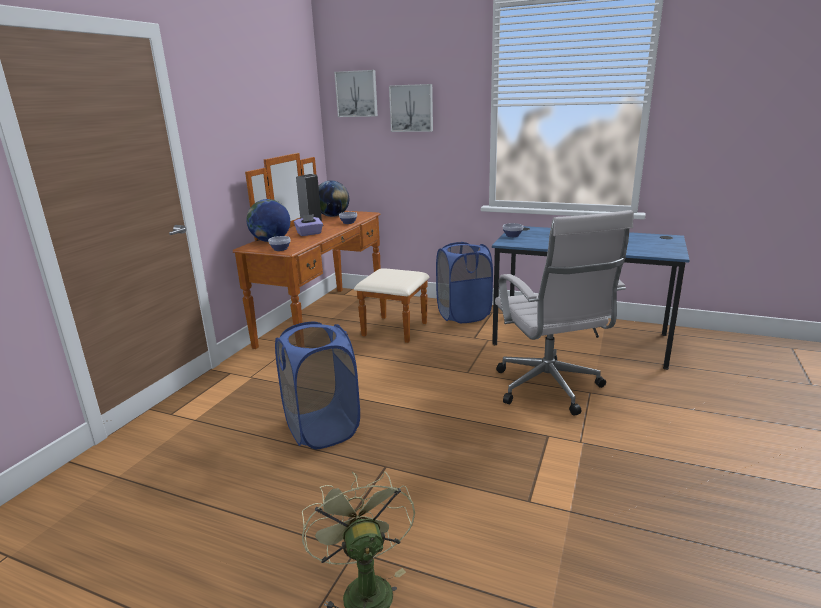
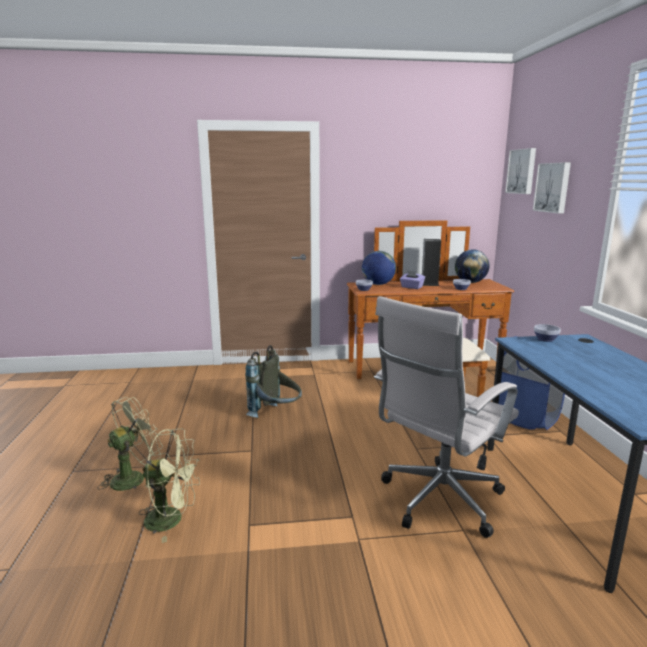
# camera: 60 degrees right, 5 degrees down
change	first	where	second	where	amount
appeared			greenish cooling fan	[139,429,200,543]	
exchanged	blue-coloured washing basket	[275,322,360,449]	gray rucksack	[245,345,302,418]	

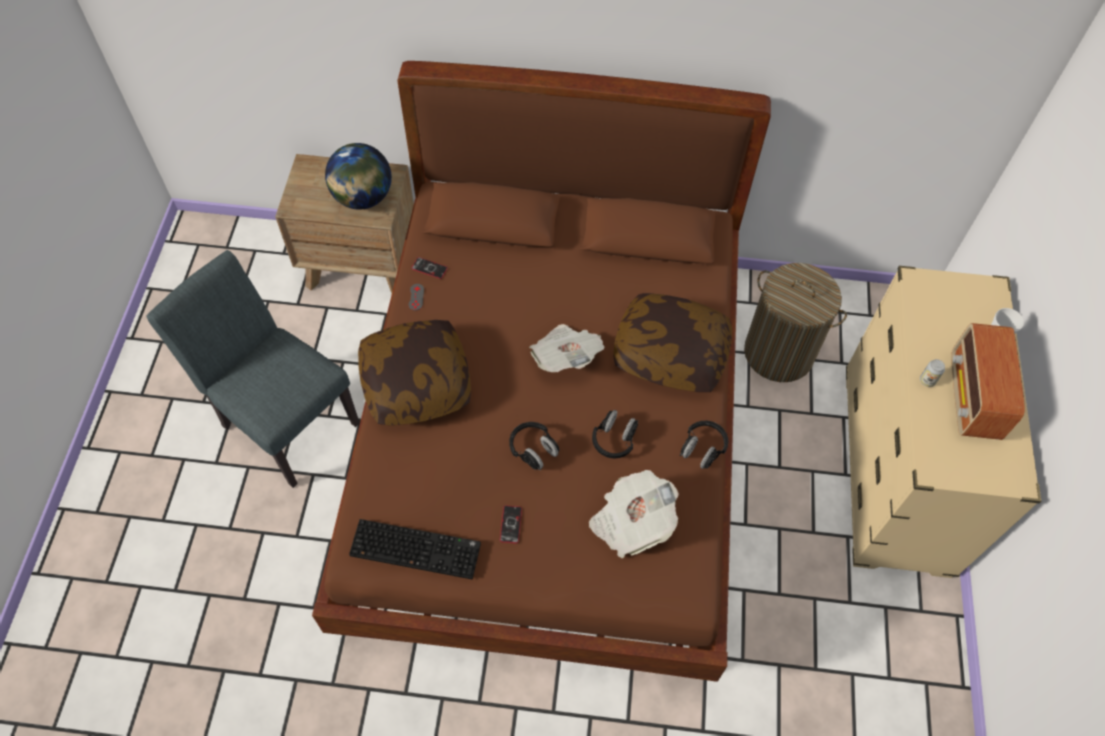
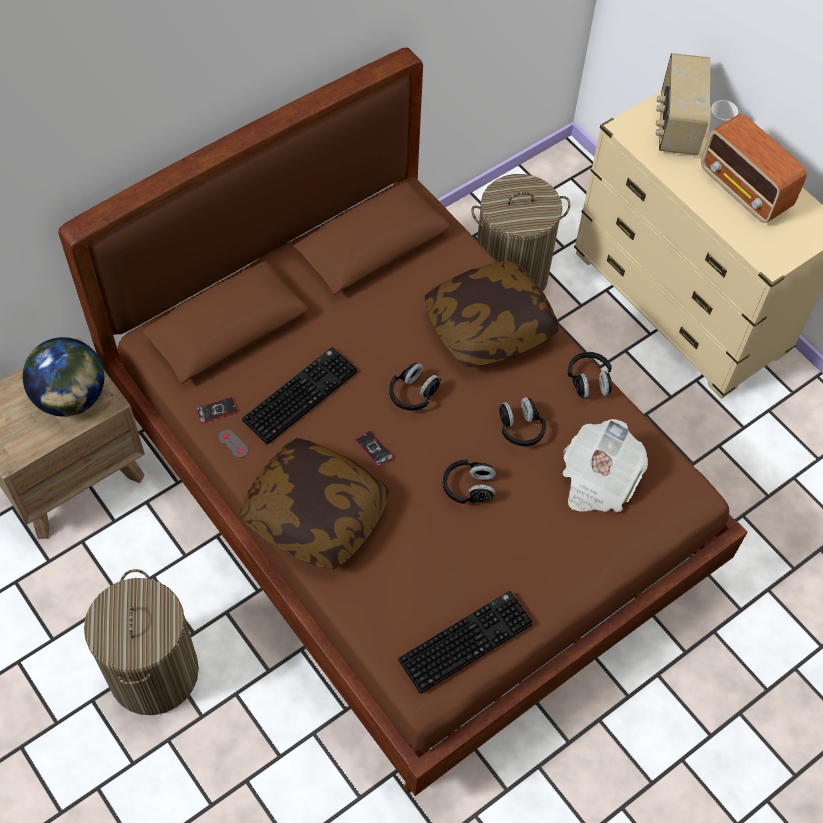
# camera: 45 degrees left, 0 degrees up
change	first	where	second	where	amount
missing	sealed can	[920,359,945,387]			
appeared			computer keyboard	[242,347,357,444]	
appeared			radio set	[655,53,710,155]	
relocated	phone	[500,505,522,544]		[355,431,393,467]	
exchanged	gray upright chair	[146,250,360,488]	washing basket	[84,569,199,715]	
exchanged	newspaper	[529,324,605,372]	blackish headphones	[389,363,442,411]	

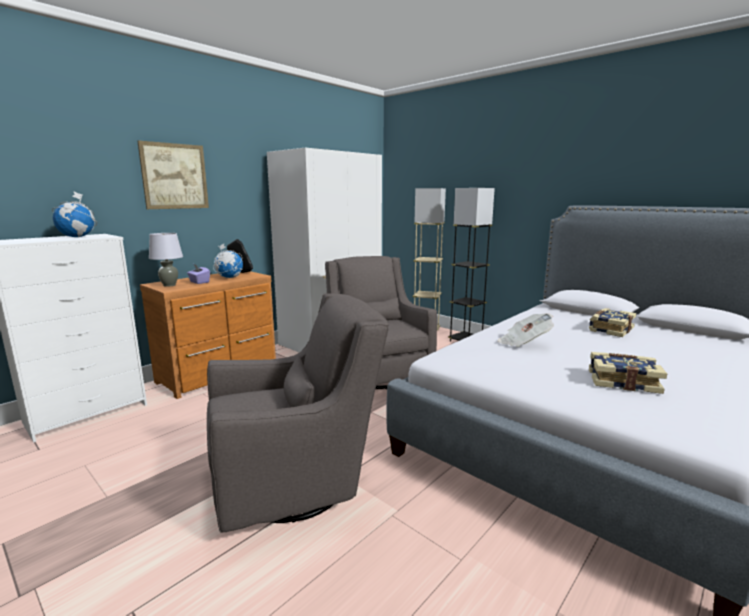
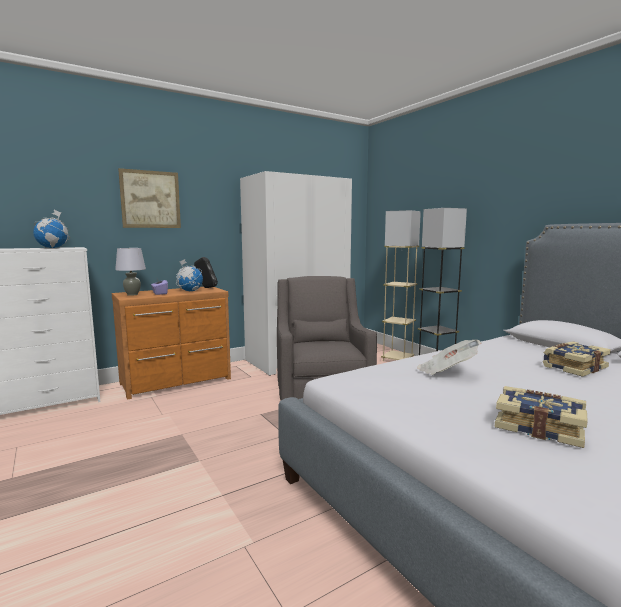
# camera: 15 degrees right, 5 degrees down
change	first	where	second	where	amount
missing	gray easy chair	[207,293,389,533]			

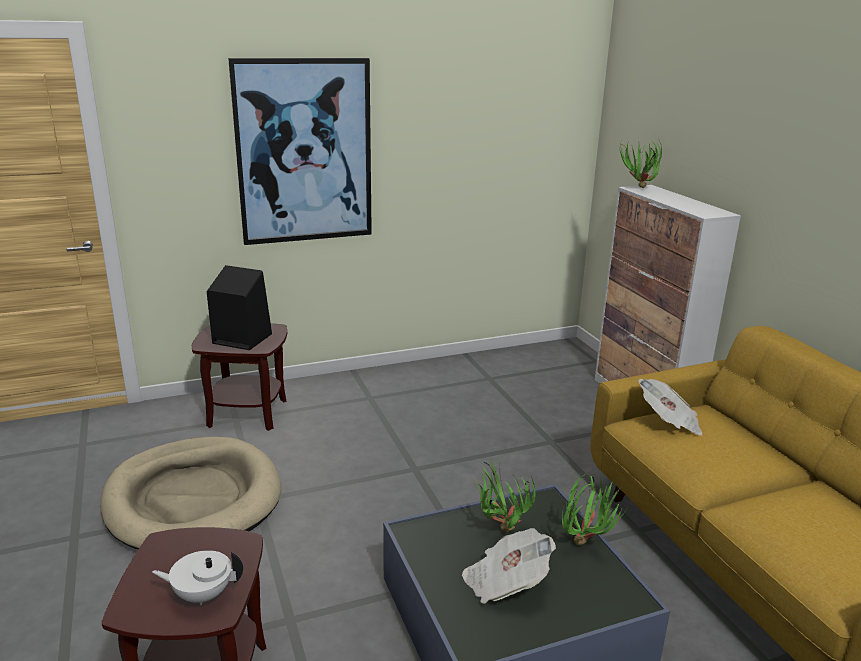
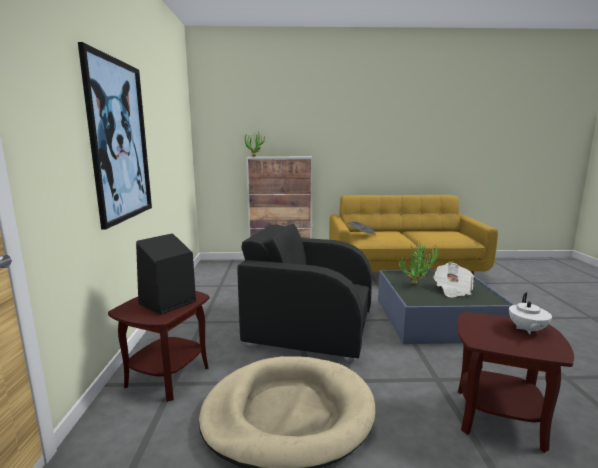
# camera: 70 degrees left, 10 degrees down
change	first	where	second	where	amount
appeared			blackish easy chair	[237,224,372,362]	

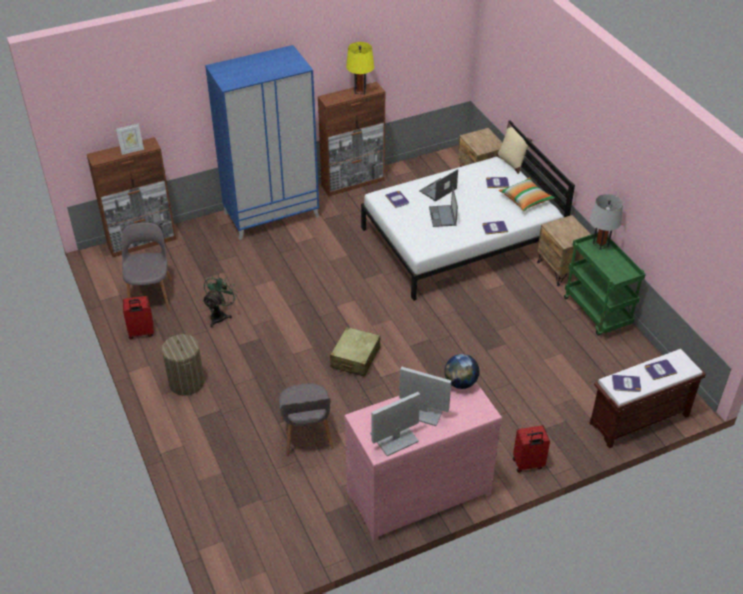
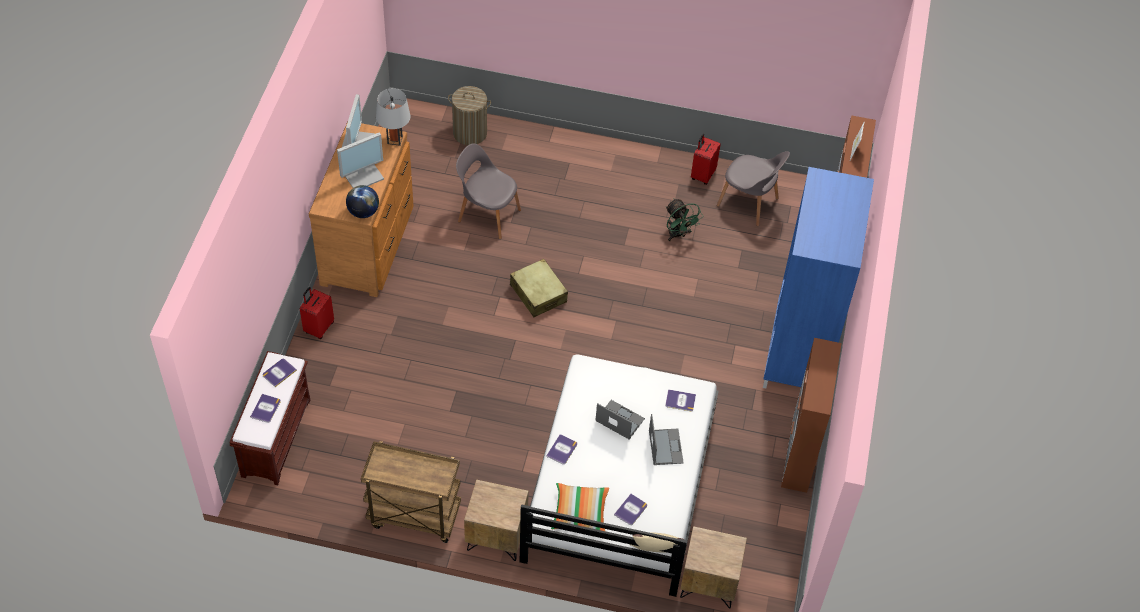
# camera: 125 degrees right, 10 degrees up
change	first	where	second	where	amount
missing	yellow lamp for a table	[346,42,374,94]			
relocated	washing basket	[162,334,204,396]		[448,86,491,145]	
relocated	gray lamp for a table	[590,194,623,250]		[376,88,410,146]	
colour	pinkish dresser	[344,382,502,541]	brown-coloured dresser	[309,122,414,297]	
colour	greenish wheeled cart	[564,233,646,336]	brown-coloured wheeled cart	[361,441,461,543]	

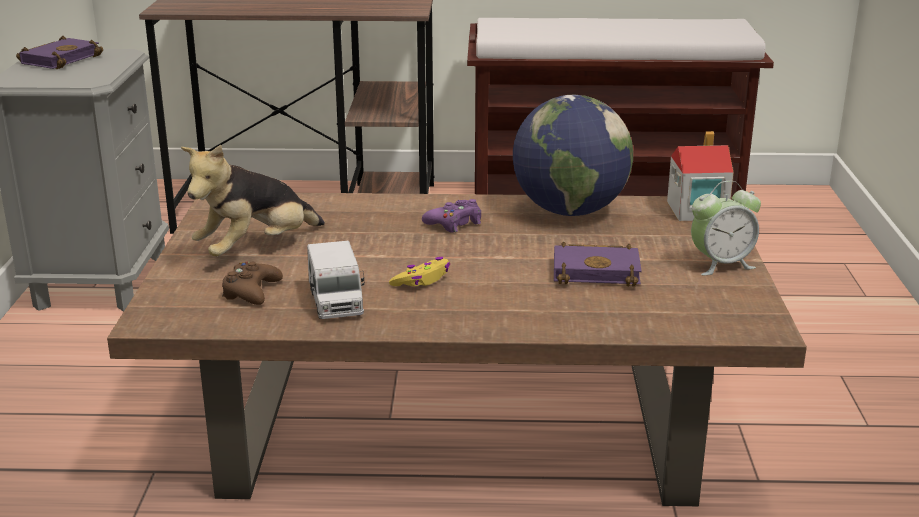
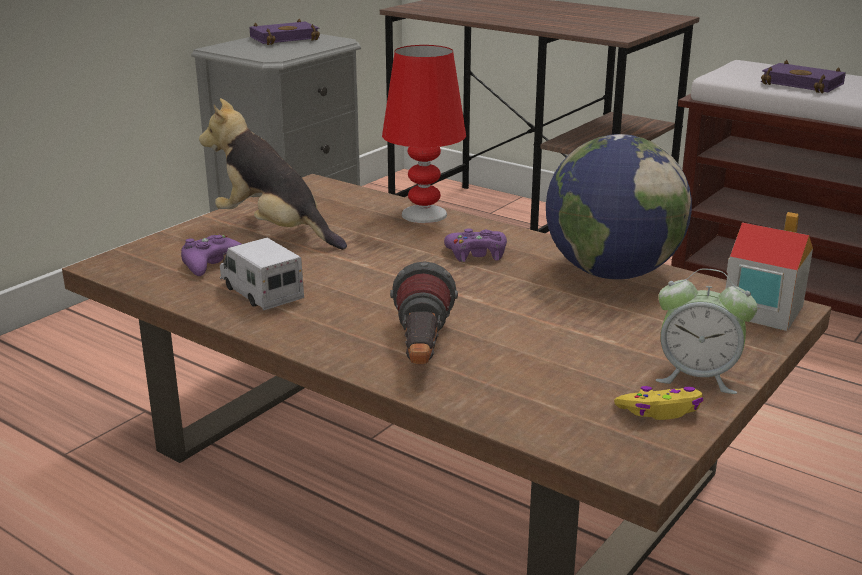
# camera: 35 degrees right, 0 degrees up
change	first	where	second	where	amount
appeared			red lamp for a table	[382,45,466,223]	
appeared			hand torch	[390,261,458,364]	
relocated	yellow game controller	[389,257,450,286]		[614,386,703,420]	
relocated	purple-coloured bound book	[554,241,642,287]		[761,60,846,93]	
colour	brown-coloured game controller	[222,262,283,305]	purple-coloured game controller	[181,234,241,276]	
spun	soft toy	[181,145,325,256]		[199,98,347,250]	45 degrees clockwise
spun	model truck	[307,241,365,319]		[220,238,304,310]	120 degrees clockwise

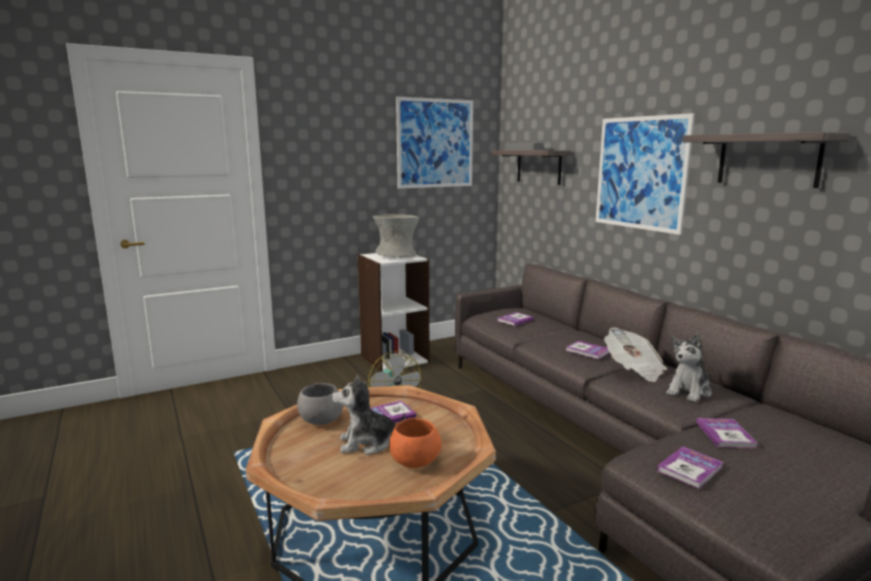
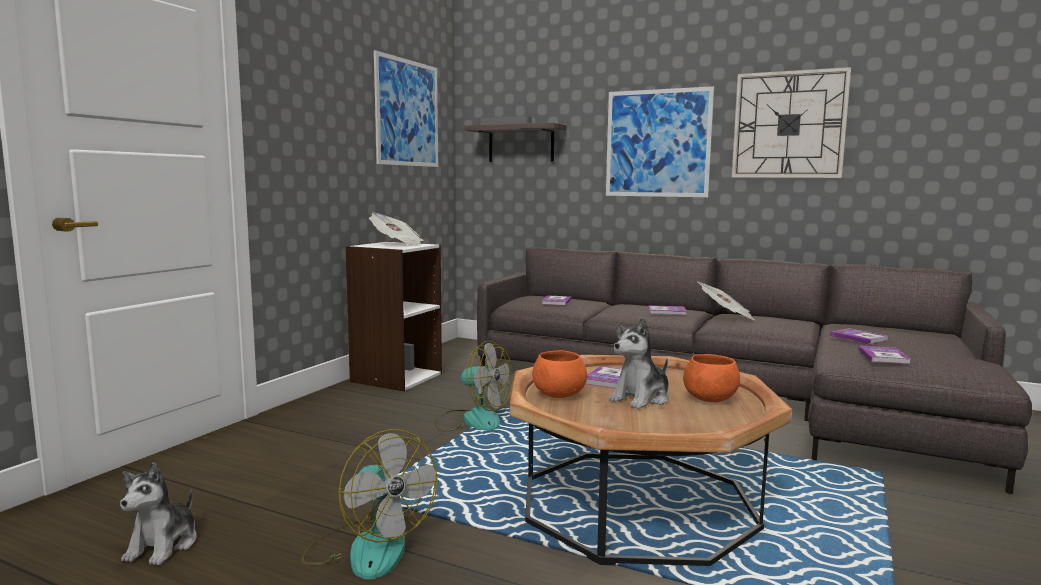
# camera: 35 degrees left, 5 degrees down
change	first	where	second	where	amount
appeared			cooling fan	[301,429,438,579]	
relocated	soft toy	[667,334,712,402]		[120,462,197,565]	
exchanged	gray decorative vase	[373,214,419,258]	newspaper	[369,213,423,246]	
exchanged	bracket shelf	[683,132,850,188]	hanging clock	[732,67,851,178]	
colour	gray bowl	[297,383,343,425]	orange bowl	[532,350,587,398]	

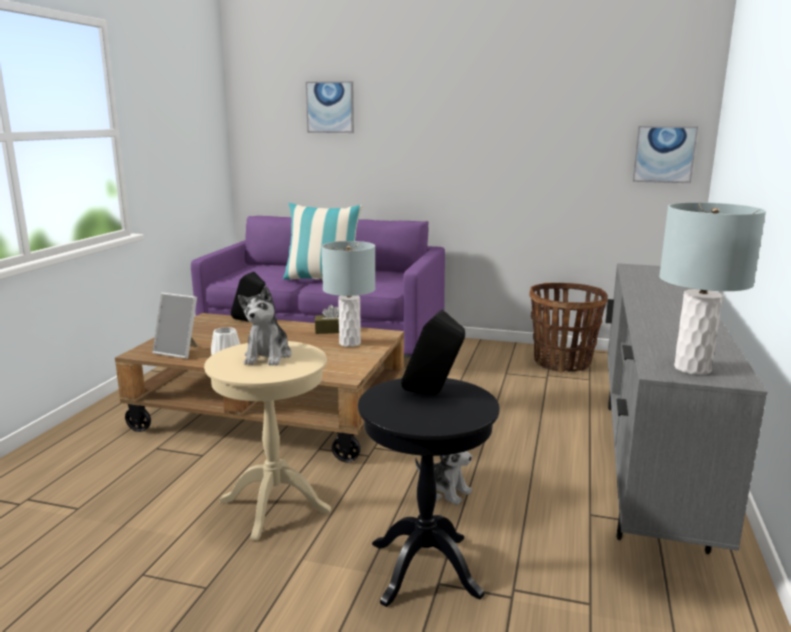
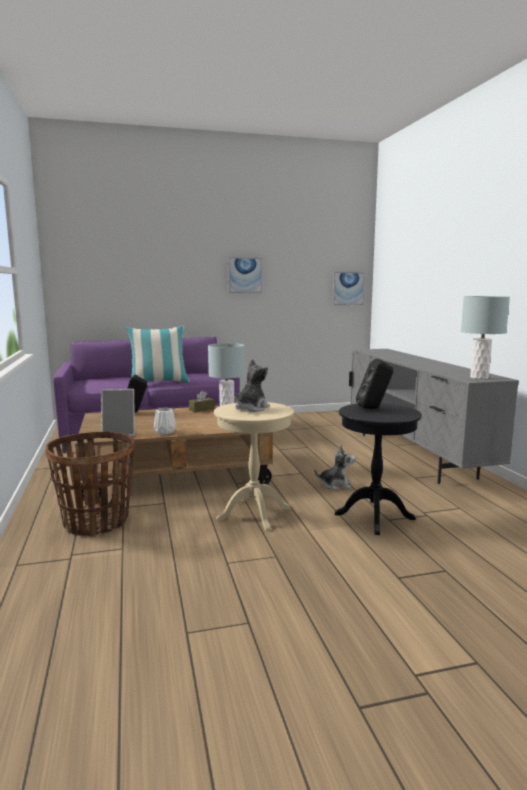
# camera: 30 degrees left, 5 degrees down
change	first	where	second	where	amount
relocated	wall picture	[306,81,354,133]		[228,257,262,293]	
relocated	household basket	[529,283,608,373]		[45,431,135,536]	
spun	soft toy	[238,286,292,366]		[235,359,270,412]	120 degrees counterclockwise

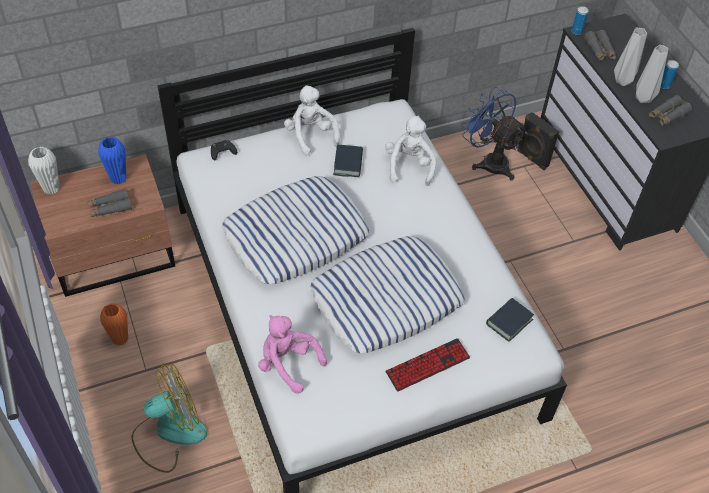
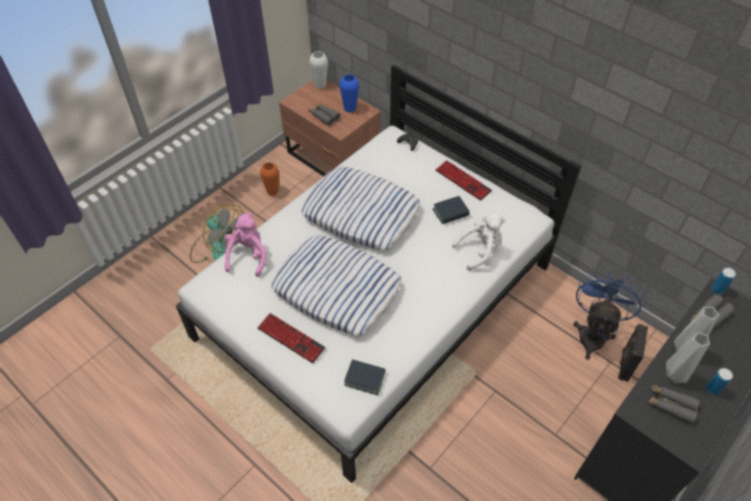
# camera: 65 degrees right, 0 degrees up
change	first	where	second	where	amount
exchanged	white soft toy	[284,85,340,156]	computer keyboard	[435,160,492,201]	

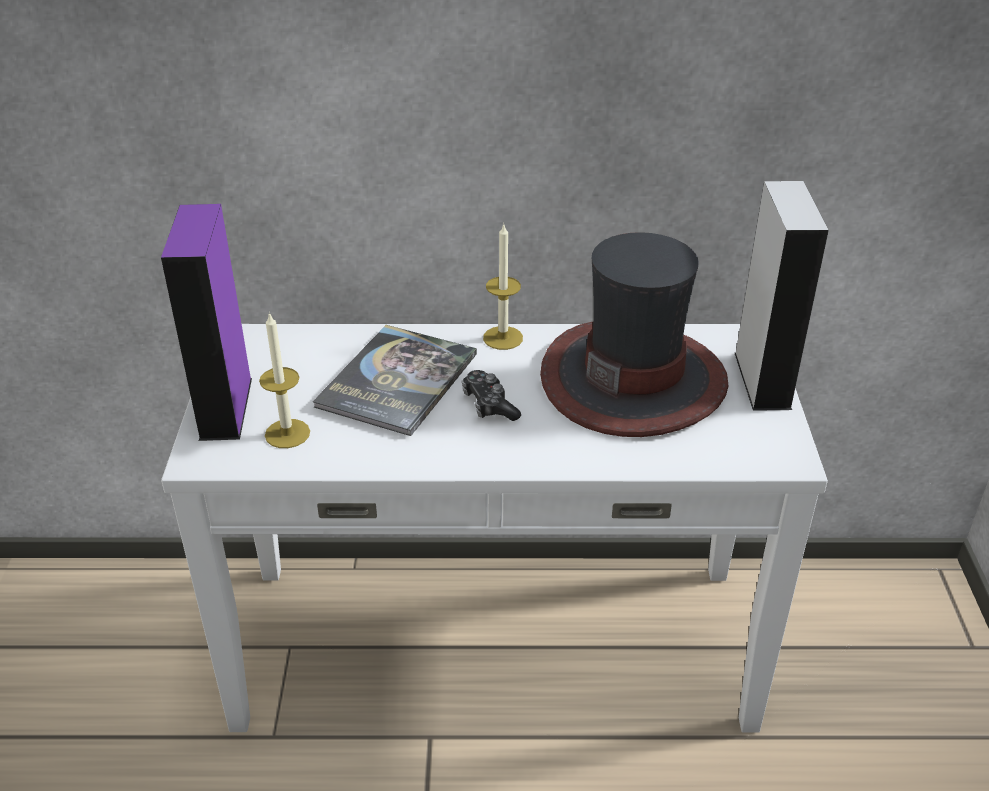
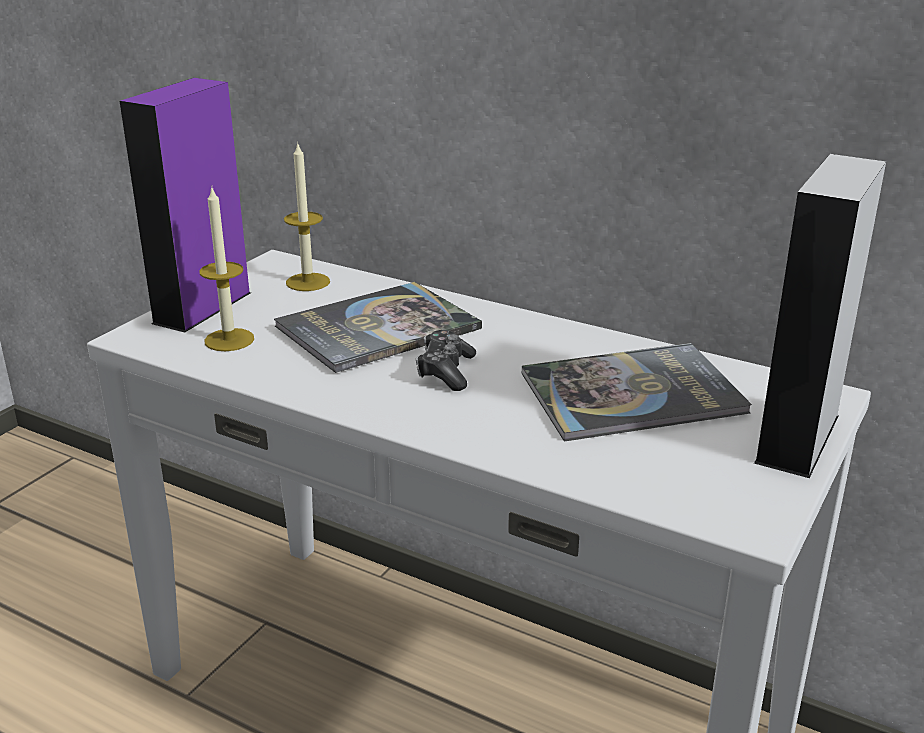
# camera: 30 degrees right, 10 degrees down
change	first	where	second	where	amount
relocated	wax candle	[483,225,523,350]		[284,142,330,291]	
exchanged	hat	[540,232,729,437]	bound book	[522,343,752,442]	

